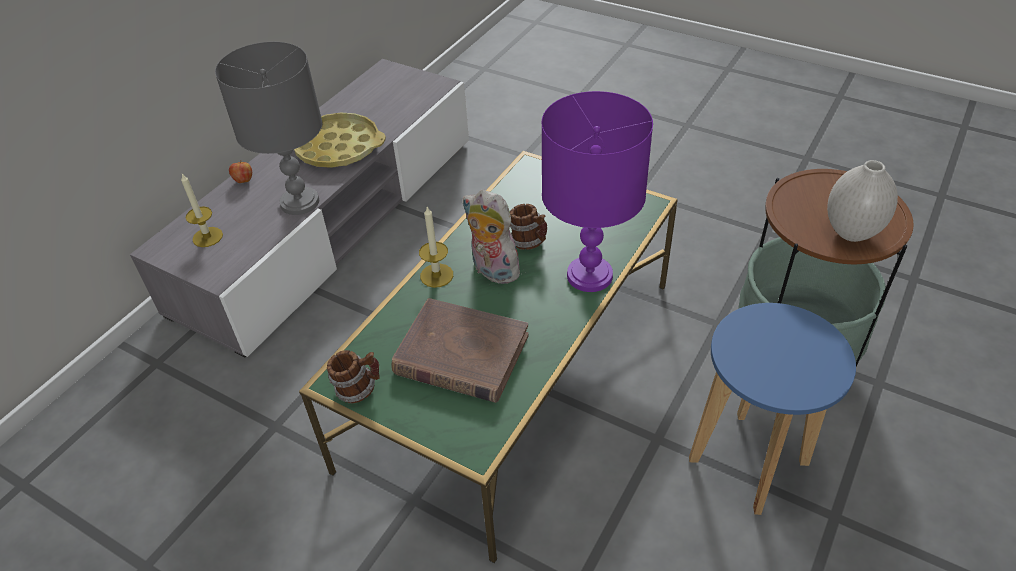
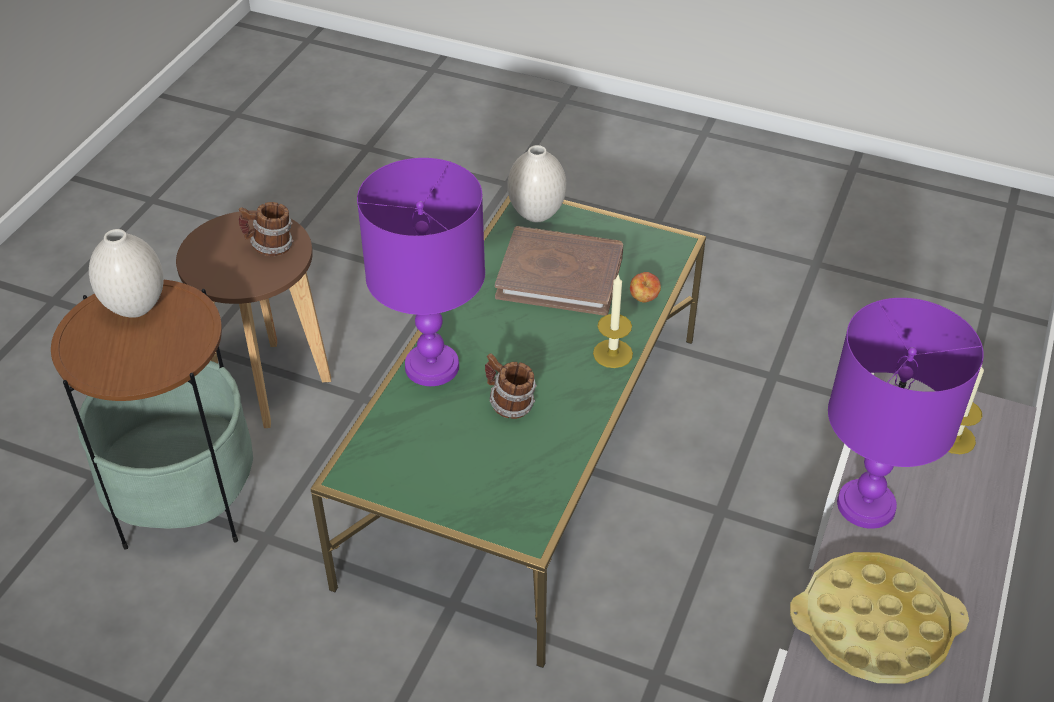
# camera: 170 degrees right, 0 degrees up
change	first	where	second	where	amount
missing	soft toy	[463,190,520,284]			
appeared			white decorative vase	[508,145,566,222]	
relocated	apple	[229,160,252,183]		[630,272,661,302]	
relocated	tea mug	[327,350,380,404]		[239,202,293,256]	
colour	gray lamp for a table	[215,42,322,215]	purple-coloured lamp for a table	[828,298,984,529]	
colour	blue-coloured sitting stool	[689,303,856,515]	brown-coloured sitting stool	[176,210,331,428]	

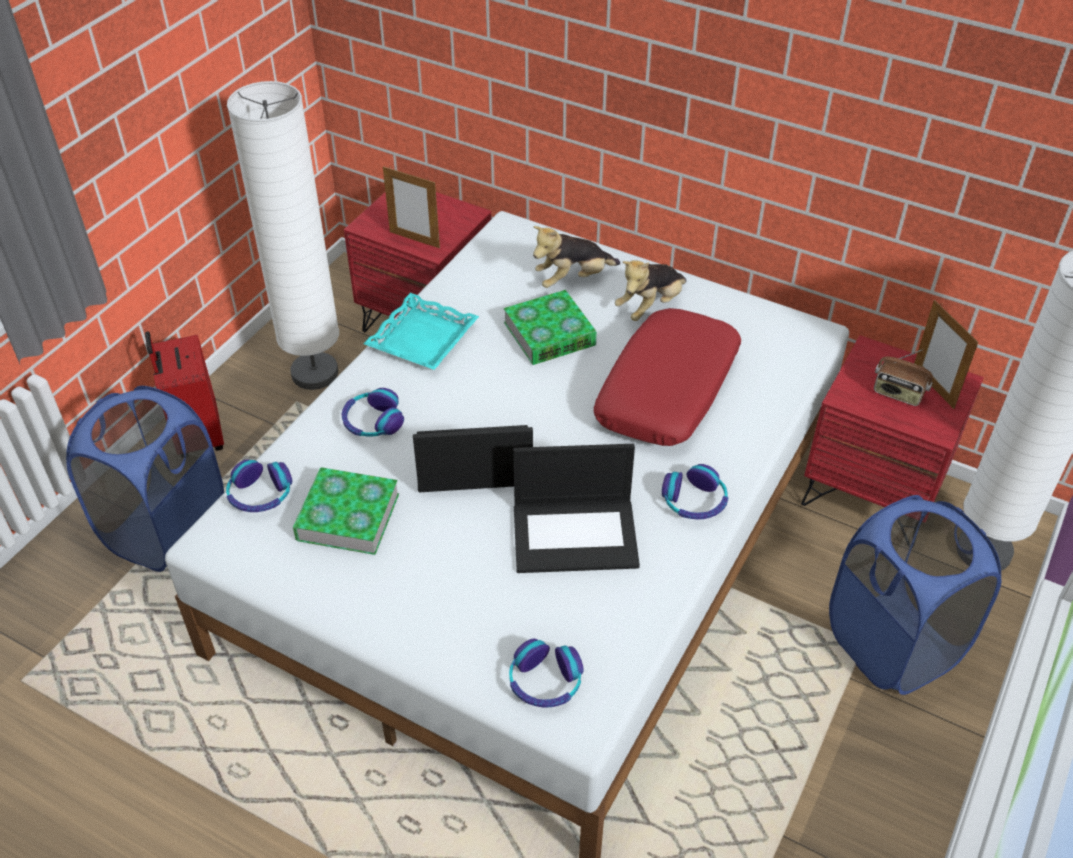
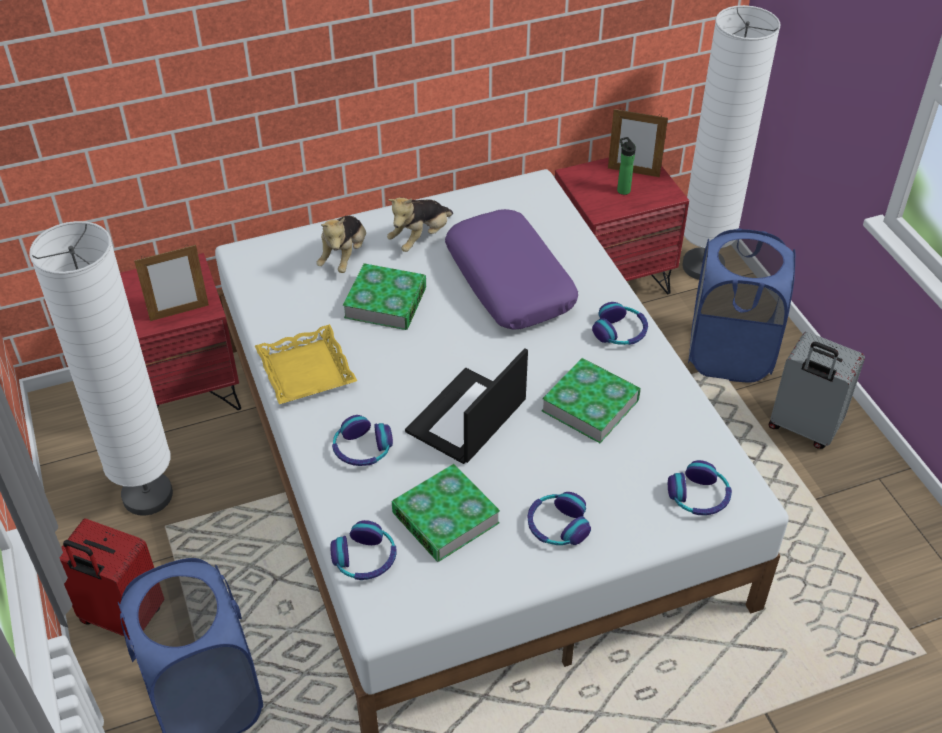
# camera: 50 degrees left, 0 degrees up
change	first	where	second	where	amount
appeared			headphones	[527,492,591,545]	
appeared			gray travel case	[768,332,865,449]	
exchanged	portable computer	[513,444,640,573]	bound book	[542,358,641,443]	
exchanged	radio set	[874,349,933,406]	beverage bottle	[617,137,636,195]	
colour	turquoise carrying tray	[363,293,479,370]	yellow carrying tray	[255,324,357,404]	
colour	red throw pillow	[593,308,741,446]	purple-coloured throw pillow	[445,209,578,330]	
spun	soft toy	[615,260,686,321]		[387,198,453,252]	45 degrees clockwise

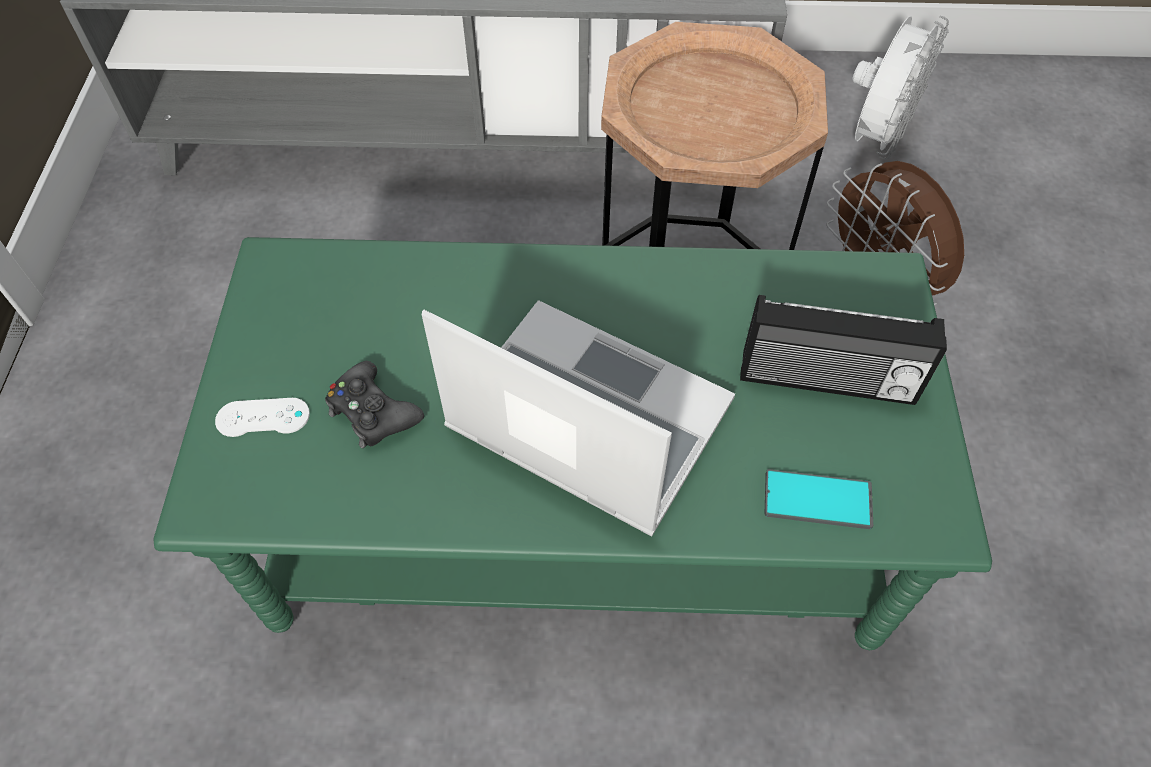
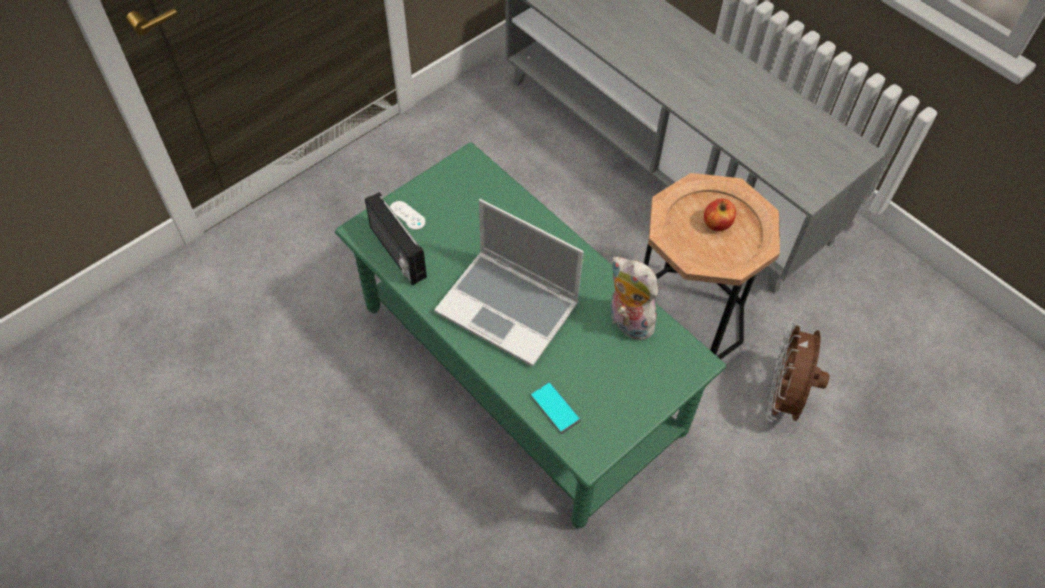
# camera: 45 degrees right, 0 degrees up
change	first	where	second	where	amount
missing	blackish game controller	[325,361,424,448]			
missing	white cooling fan	[852,16,949,160]			
appeared			soft toy	[610,257,658,340]	
appeared			apple	[704,198,736,231]	
relocated	radio set	[740,295,947,405]		[365,192,427,286]	
spun	portable computer	[422,300,735,536]		[434,199,584,367]	135 degrees clockwise

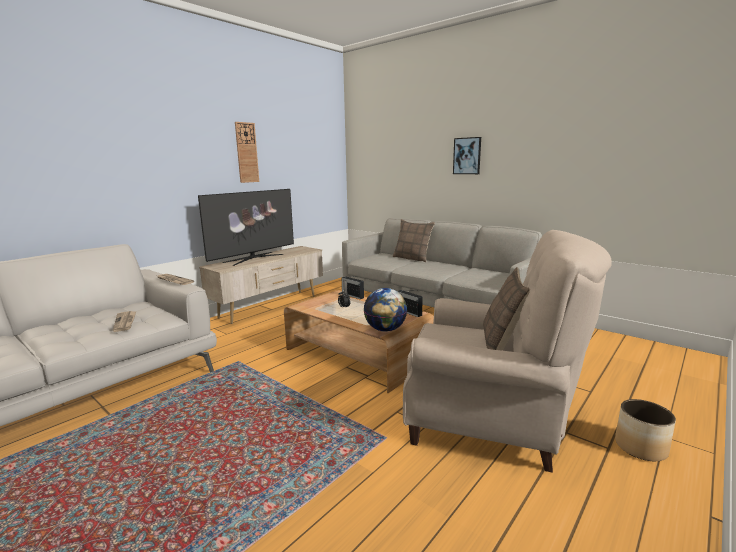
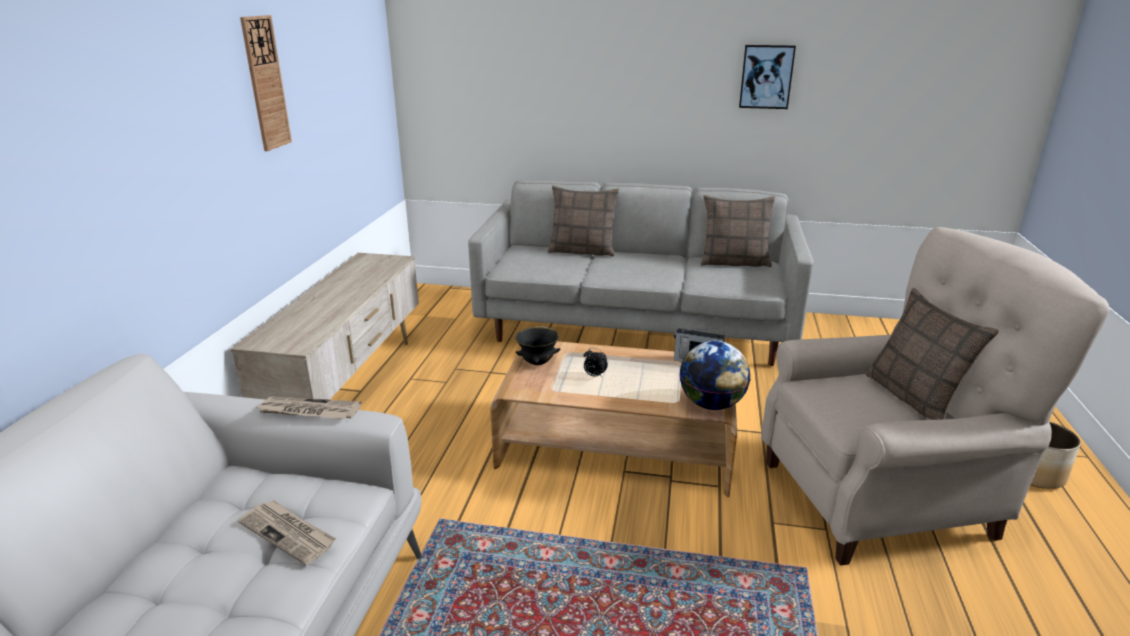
# camera: 30 degrees left, 10 degrees up
change	first	where	second	where	amount
missing	TV set	[198,189,294,266]			
missing	radio set	[342,276,364,299]			
appeared			blackish bowl	[515,326,560,365]	
appeared			throw pillow	[700,195,775,267]	
relocated	wall picture	[453,137,481,174]		[739,45,796,109]	

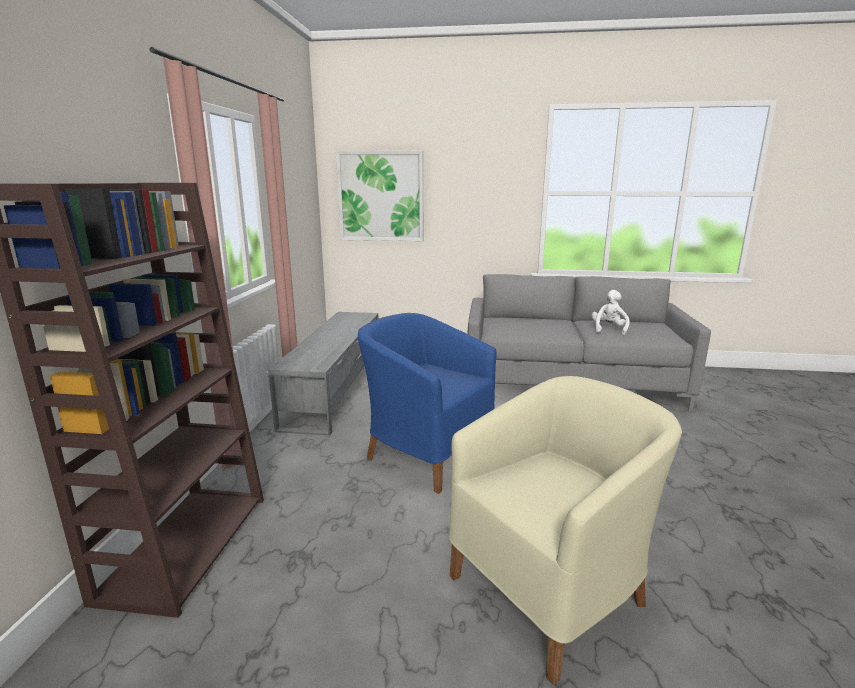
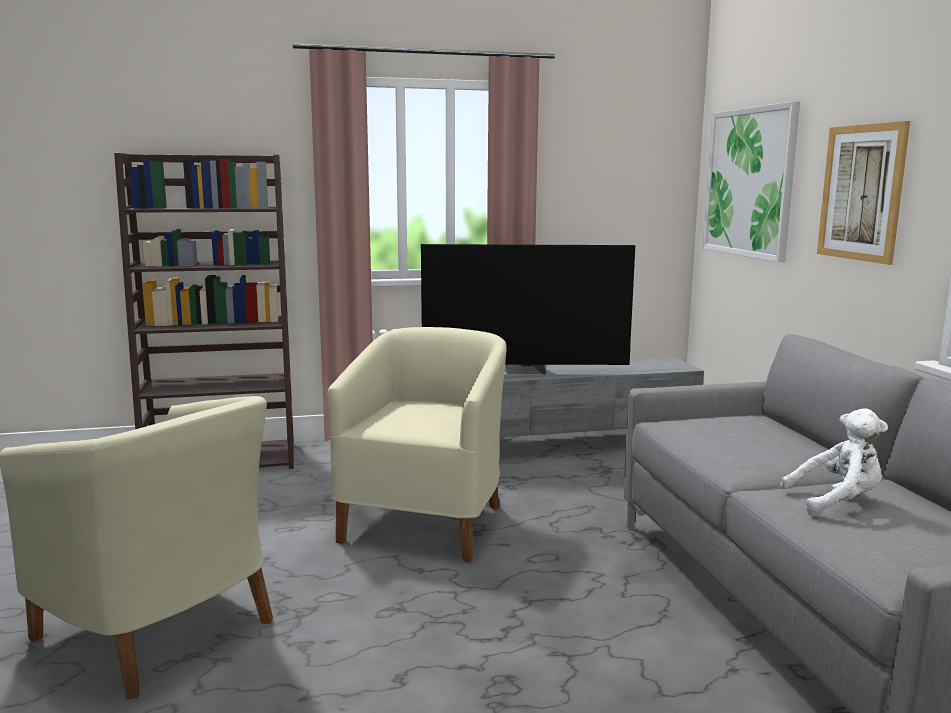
# camera: 70 degrees right, 5 degrees down
change	first	where	second	where	amount
appeared			TV set	[421,244,635,374]	
appeared			wall picture	[817,121,910,265]	
colour	blue-coloured easy chair	[358,313,497,494]	beige-coloured easy chair	[327,327,507,562]	

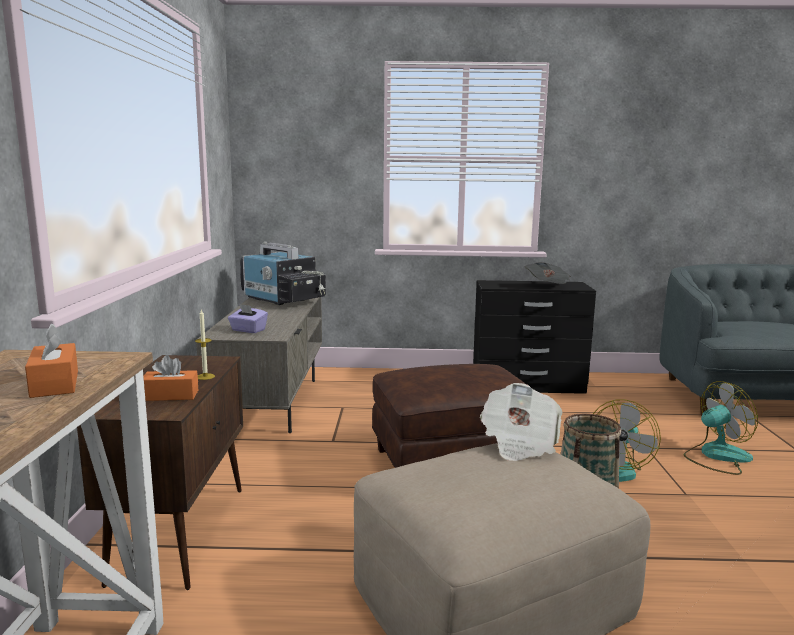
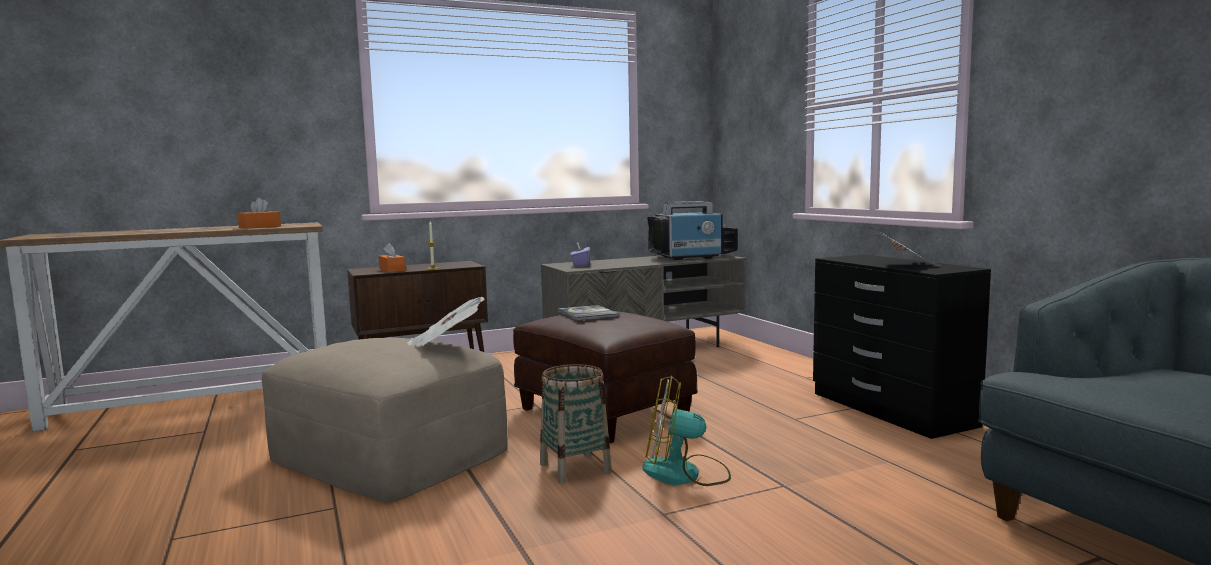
# camera: 65 degrees right, 5 degrees down
change	first	where	second	where	amount
missing	cooling fan	[684,381,758,475]			
appeared			bound book	[558,305,619,320]	
spun	TV set	[240,241,326,305]		[647,201,738,260]	120 degrees counterclockwise

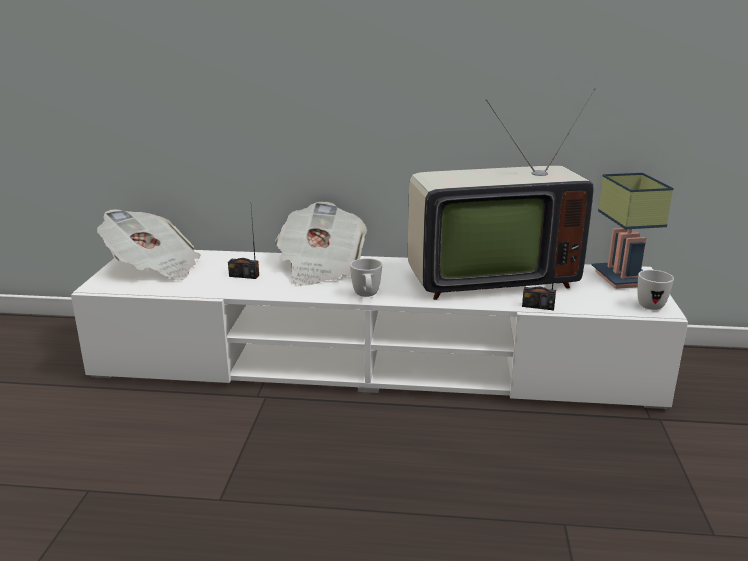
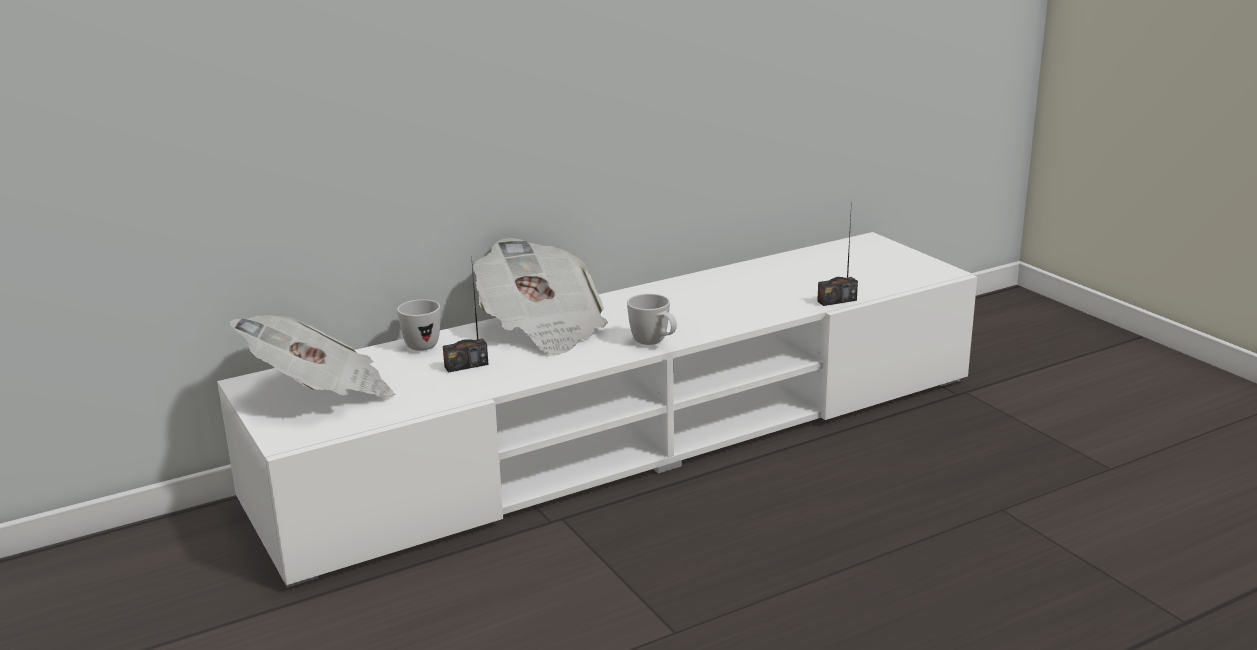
# camera: 35 degrees left, 0 degrees up
change	first	where	second	where	amount
missing	TV set	[408,88,595,300]			
missing	lamp for a table	[591,173,674,289]			
relocated	white tea mug	[637,270,674,310]		[397,299,441,351]	

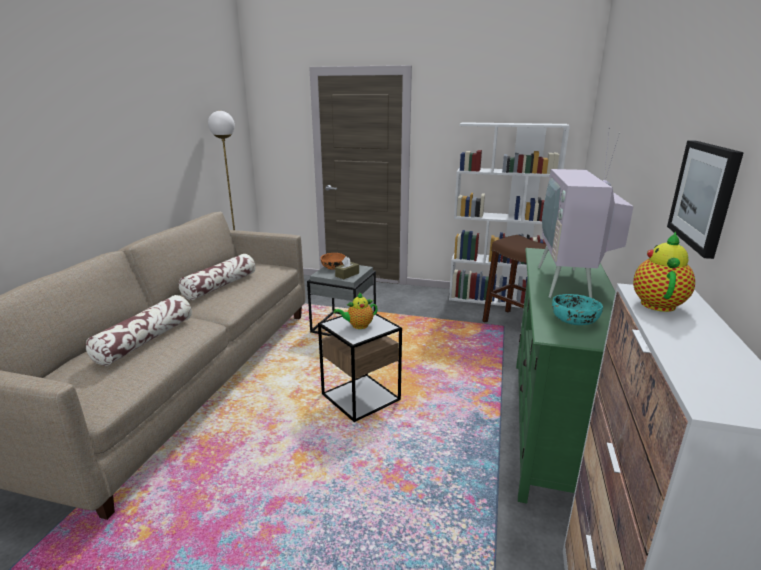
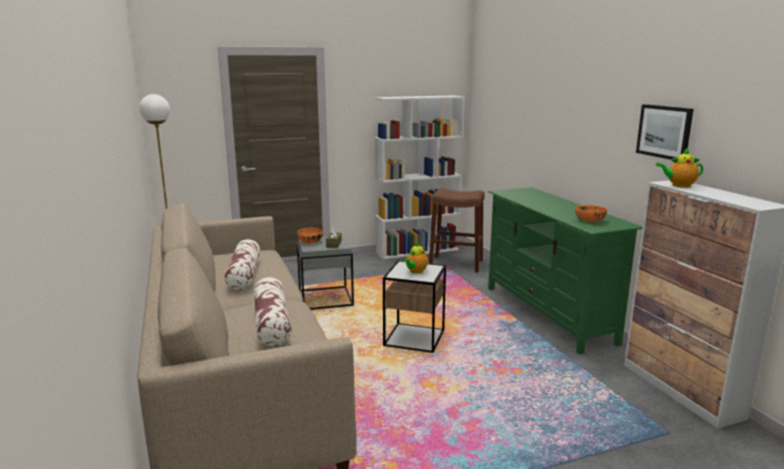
# camera: 35 degrees left, 5 degrees down
change	first	where	second	where	amount
missing	TV set	[538,127,634,298]			
colour	turquoise bowl	[552,294,603,325]	orange bowl	[575,205,607,222]	
spun	pot for tea	[633,231,695,312]		[656,148,703,188]	75 degrees counterclockwise

